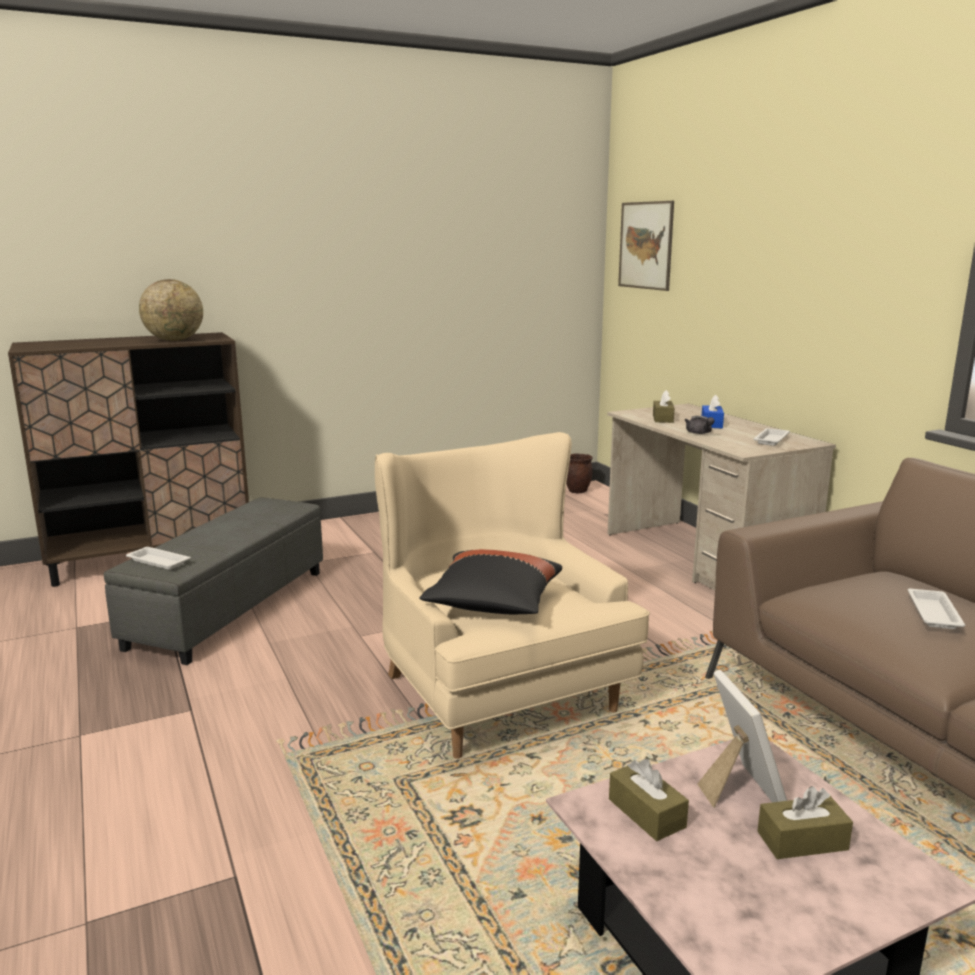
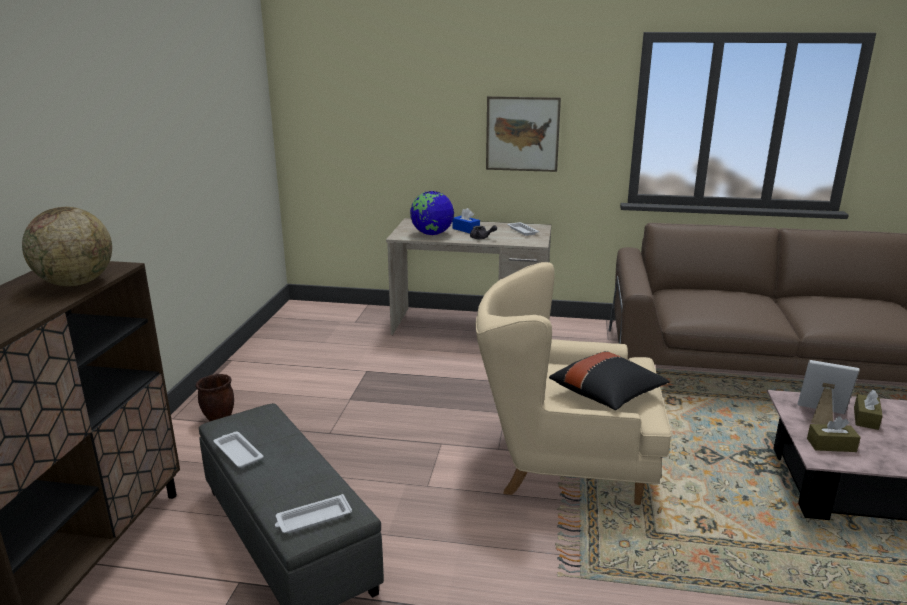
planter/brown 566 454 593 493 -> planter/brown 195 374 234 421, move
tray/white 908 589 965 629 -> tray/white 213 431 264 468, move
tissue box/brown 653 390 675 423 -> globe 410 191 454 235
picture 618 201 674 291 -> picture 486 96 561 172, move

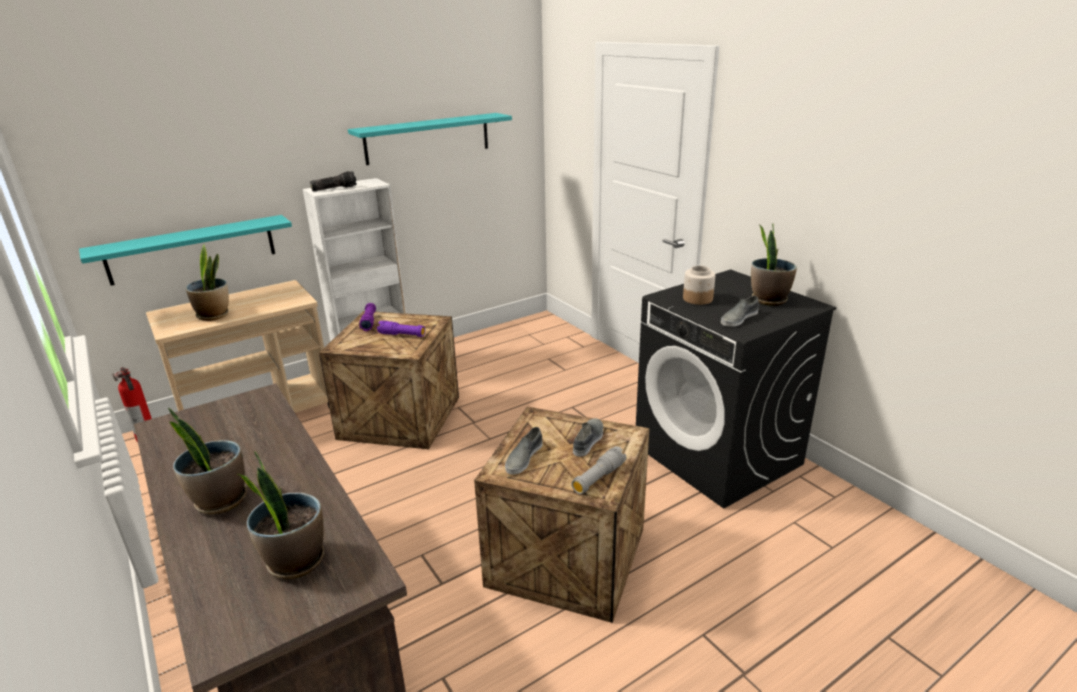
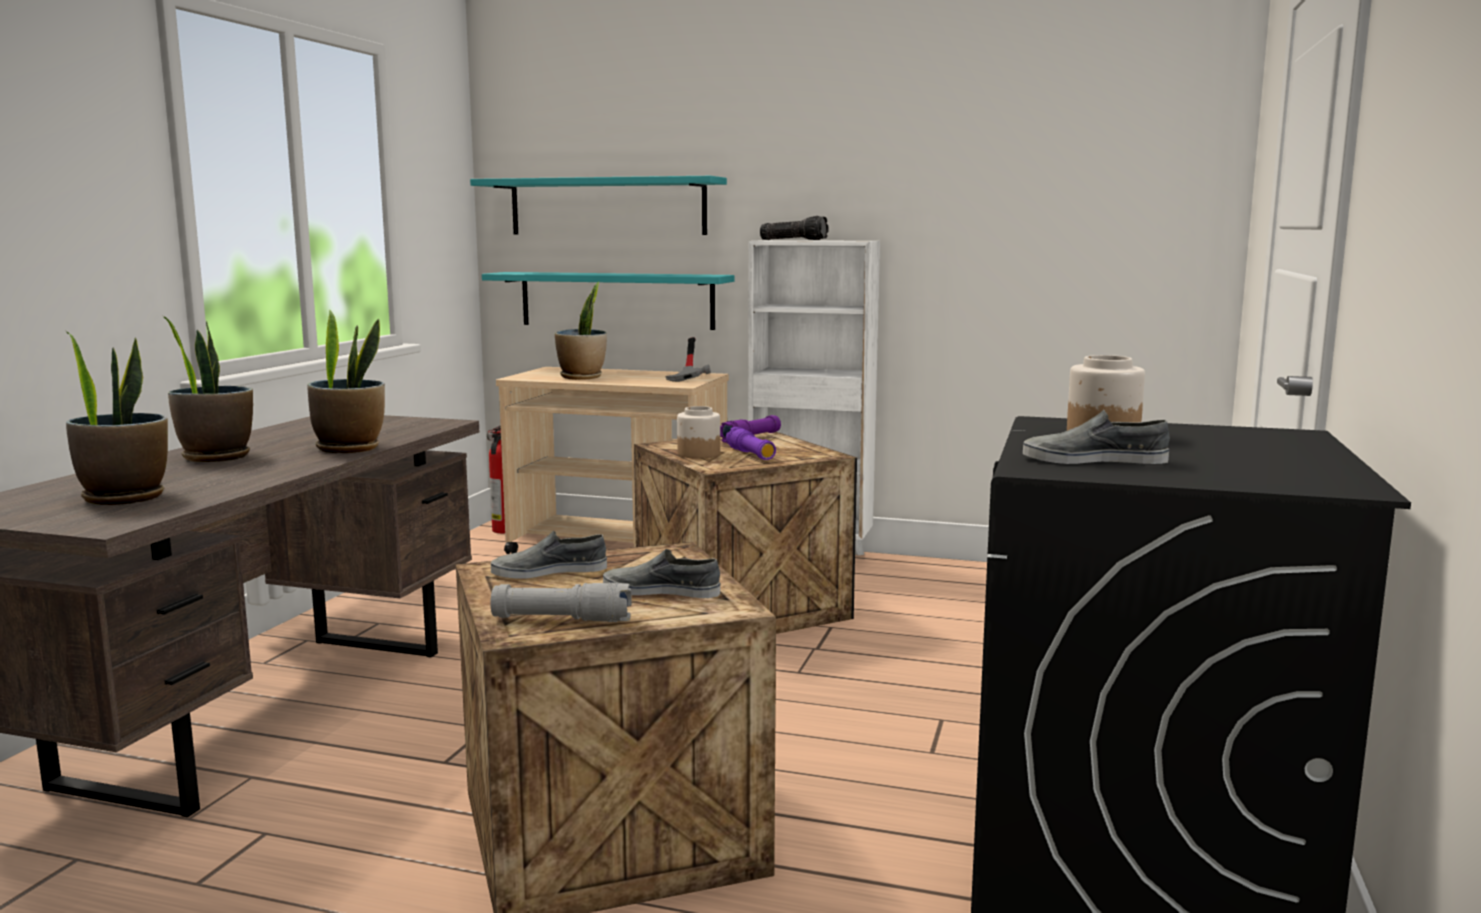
potted plant 751 223 797 306 -> potted plant 307 310 385 453, move
shelf/turquoise 348 113 512 165 -> shelf/turquoise 470 176 727 235, move
shoe/grey 573 418 603 457 -> shoe/grey 603 549 721 598, 150 degrees counterclockwise
none -> hammer 665 337 711 382
none -> jar 677 406 720 459

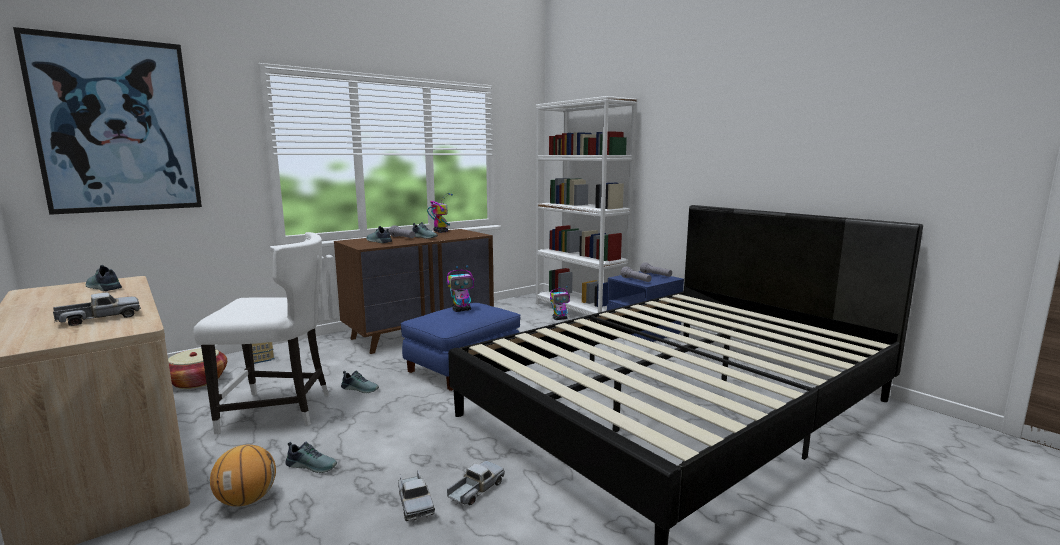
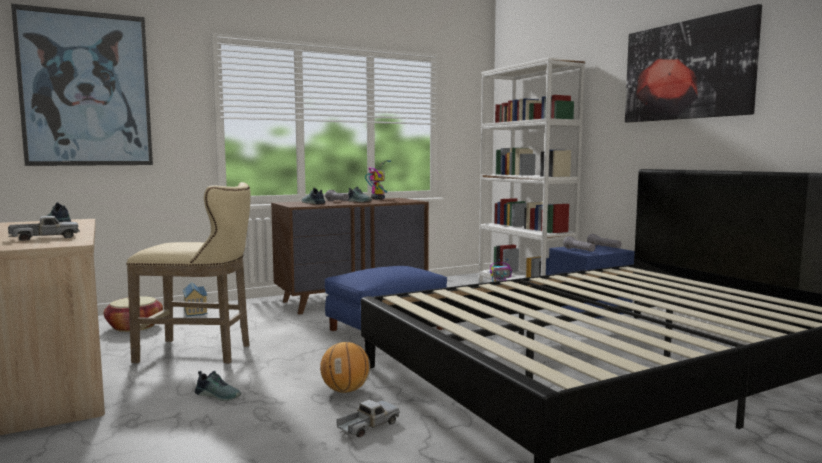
chair/white 194 232 329 434 -> stool/beige 126 182 251 364
basketball 210 445 276 507 -> basketball 320 342 370 393, move
none -> picture 625 4 762 123
shoe 341 370 379 393 -> none
toy truck 398 470 435 521 -> none
toy robot 447 266 474 312 -> none

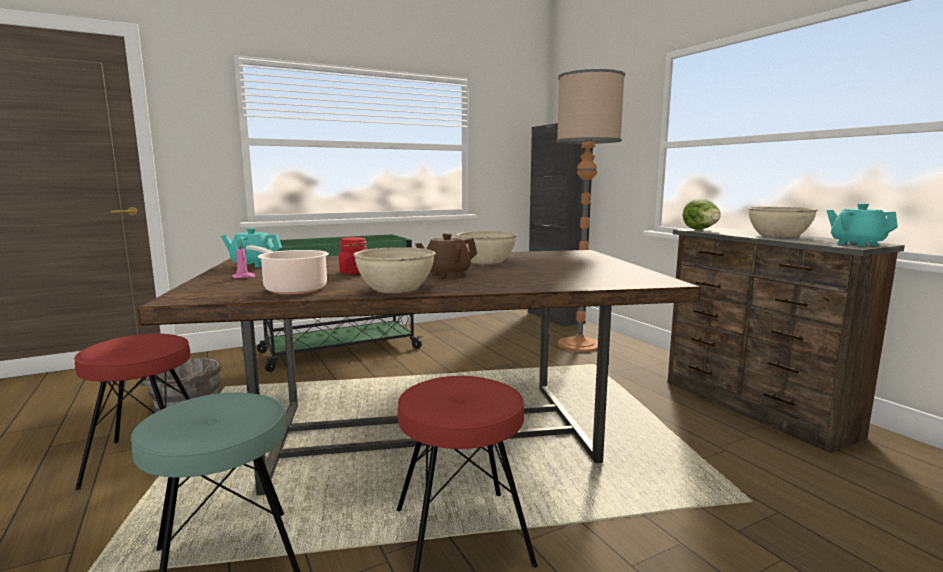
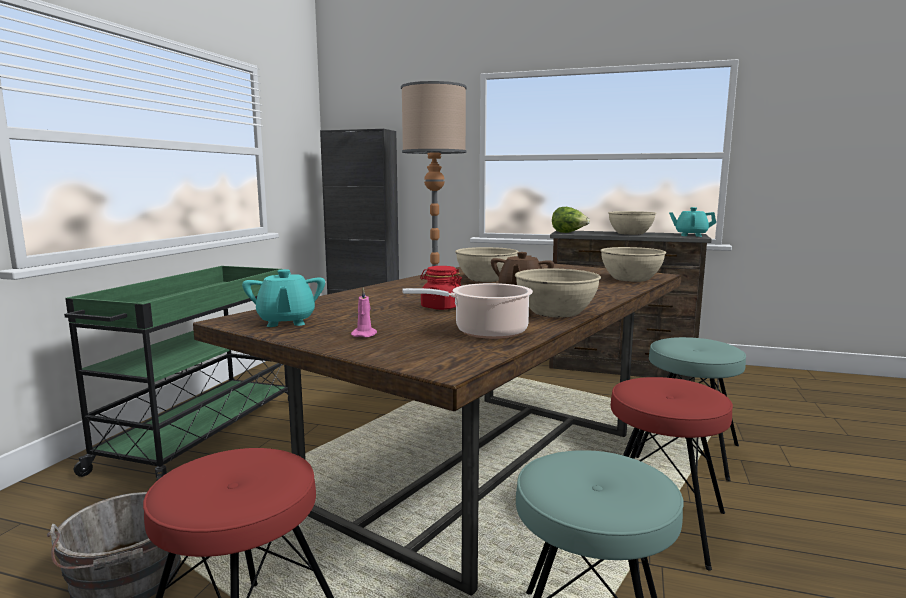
teapot/turquoise 221 228 282 267 -> teapot/turquoise 242 269 325 327, 60 degrees counterclockwise
none -> bowl/beige 600 247 666 282
none -> stool/turquoise 635 337 746 481

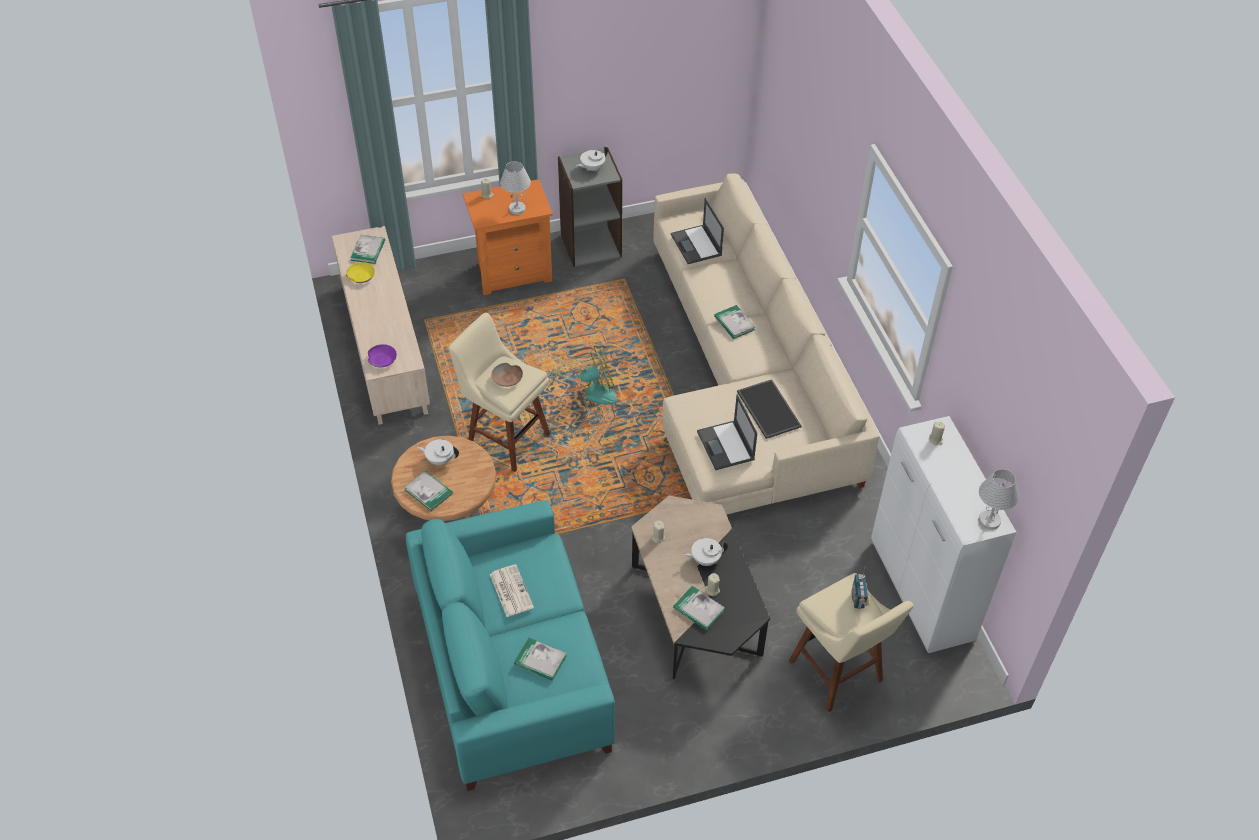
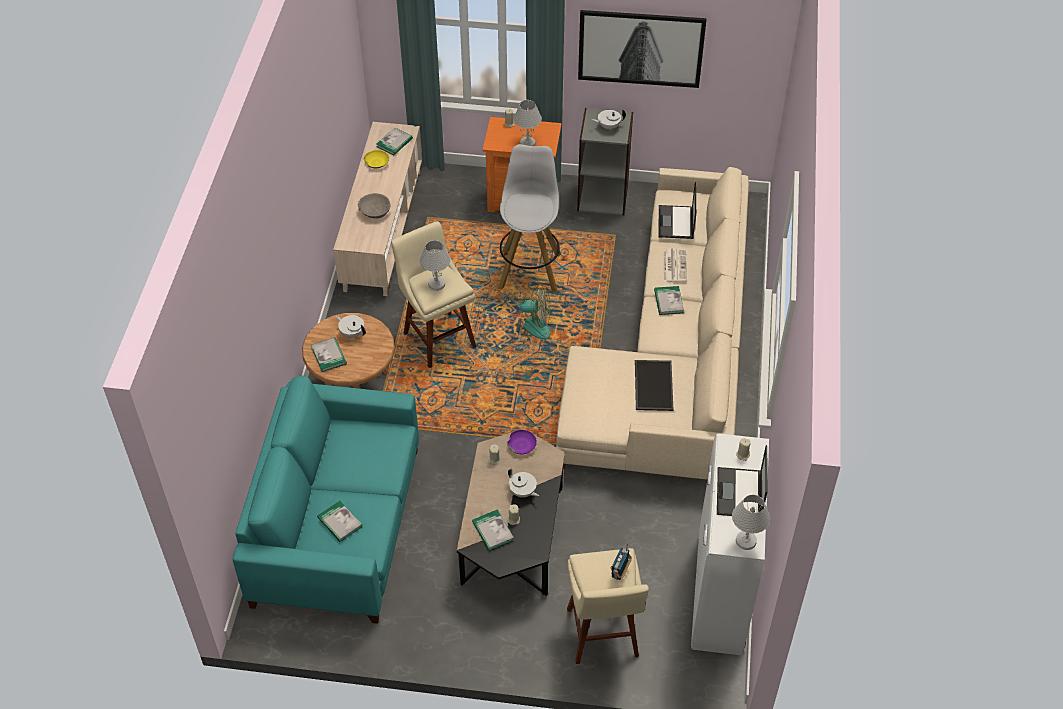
none -> bowl/grey 358 193 391 219
bowl/brown 491 363 523 387 -> table lamp/white 420 240 450 291
none -> stool/white 498 144 561 293
bowl/purple 368 344 397 368 -> bowl/purple 507 430 537 454, move
teapot/white 683 538 728 566 -> teapot/white 508 469 539 498, 150 degrees counterclockwise
none -> picture 578 10 707 88
newspaper 490 564 534 617 -> newspaper 664 248 687 282, move
laptop 697 395 757 470 -> laptop 717 445 767 516, move

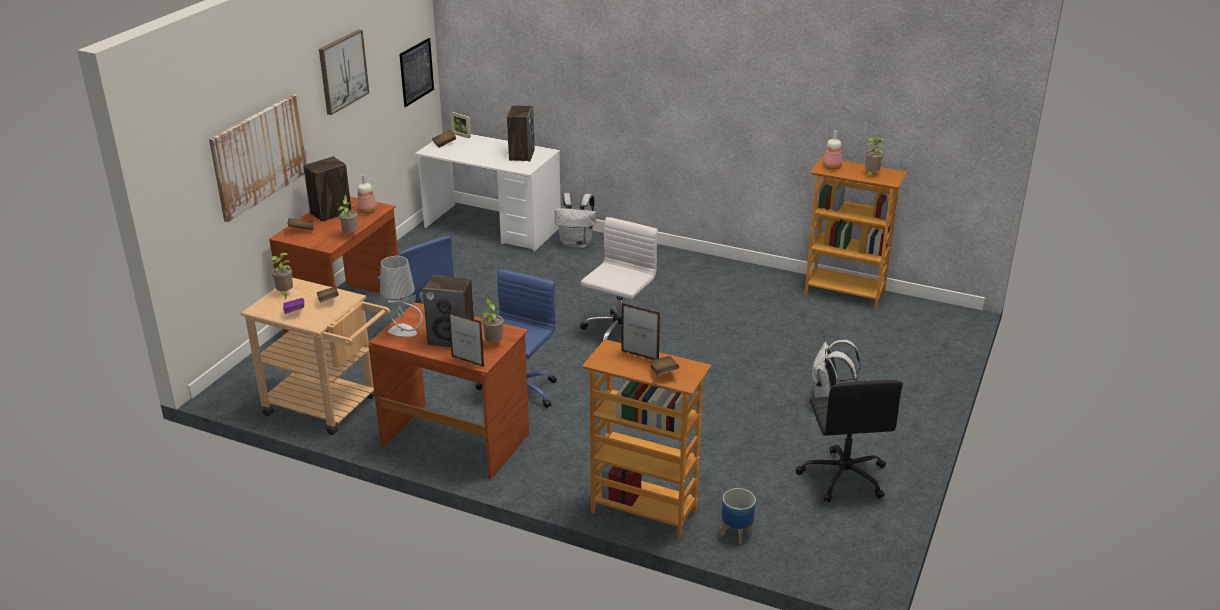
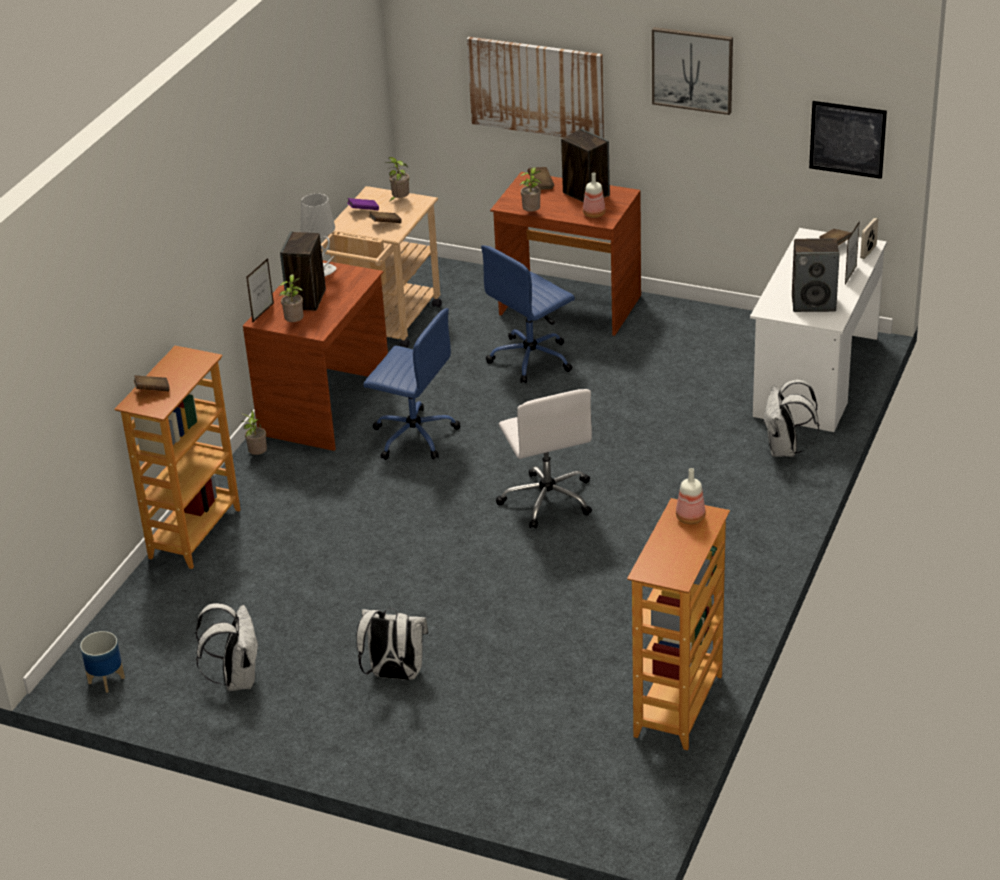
planter 721 488 756 544 -> planter 80 631 125 693, move
office chair/black 796 380 903 503 -> backpack/white 195 603 259 691
potted plant 865 137 885 178 -> potted plant 241 410 267 455, move
office chair/white 580 217 658 340 -> office chair/white 496 389 592 528, 45 degrees clockwise
picture frame 621 303 660 360 -> picture frame 845 221 860 284, move

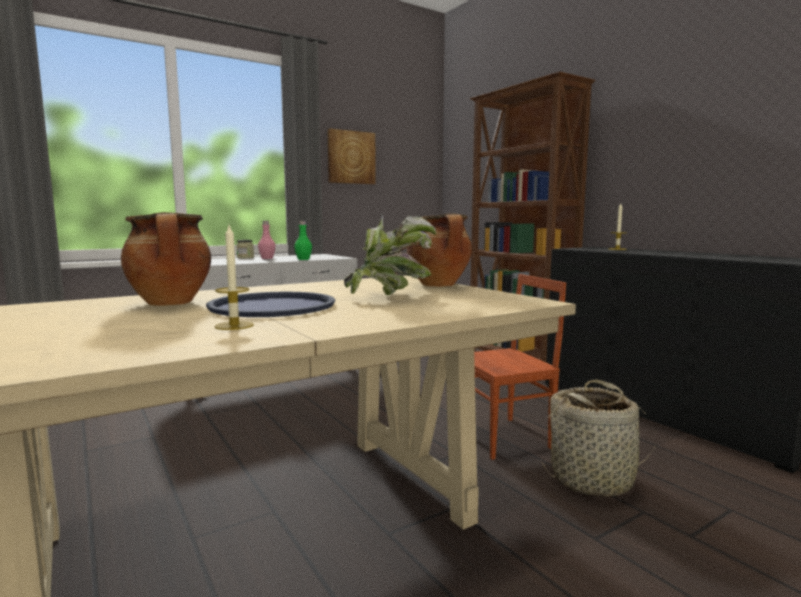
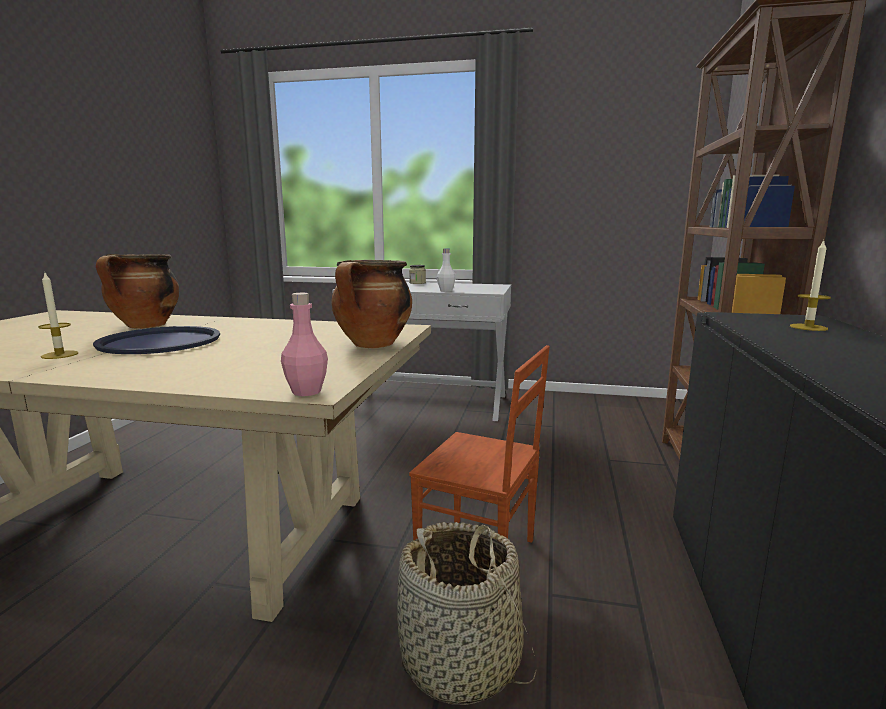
bottle/pink 258 221 276 259 -> bottle/pink 281 293 328 396, move
bottle/green 294 221 312 260 -> bottle/white 437 249 456 292
picture 327 128 376 184 -> none
potted plant 344 215 436 295 -> none

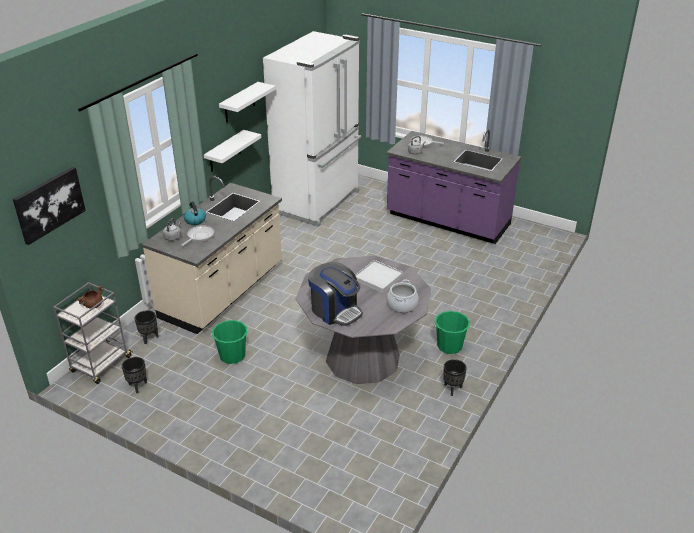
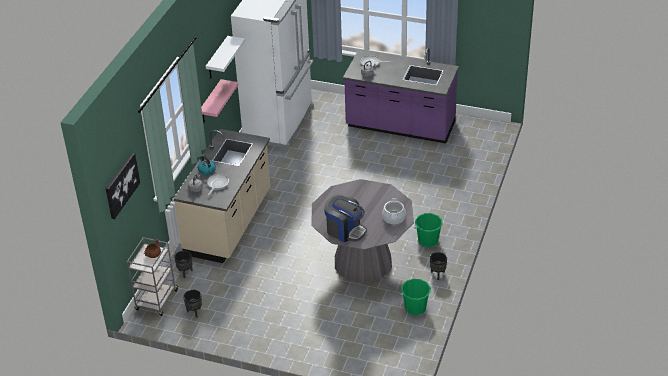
shelf/white 204 130 261 172 -> shelf/pink 201 79 238 122
bucket/green 211 320 248 364 -> bucket/green 400 279 431 315, move
tray/white 355 260 403 293 -> none

